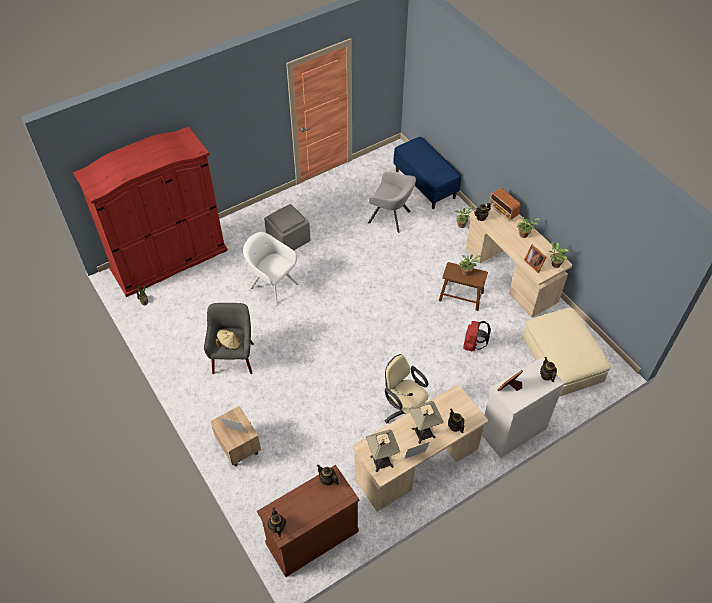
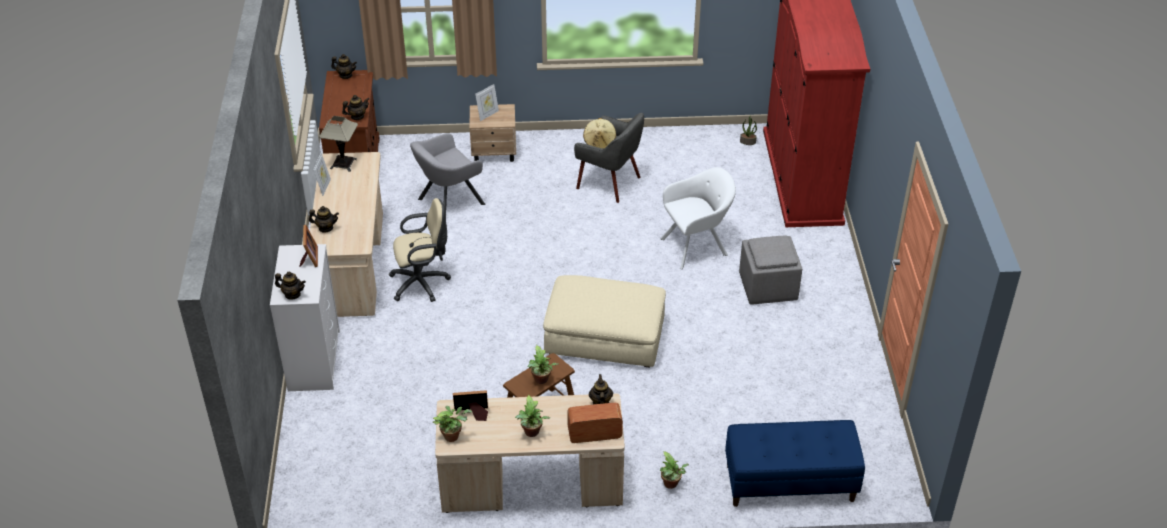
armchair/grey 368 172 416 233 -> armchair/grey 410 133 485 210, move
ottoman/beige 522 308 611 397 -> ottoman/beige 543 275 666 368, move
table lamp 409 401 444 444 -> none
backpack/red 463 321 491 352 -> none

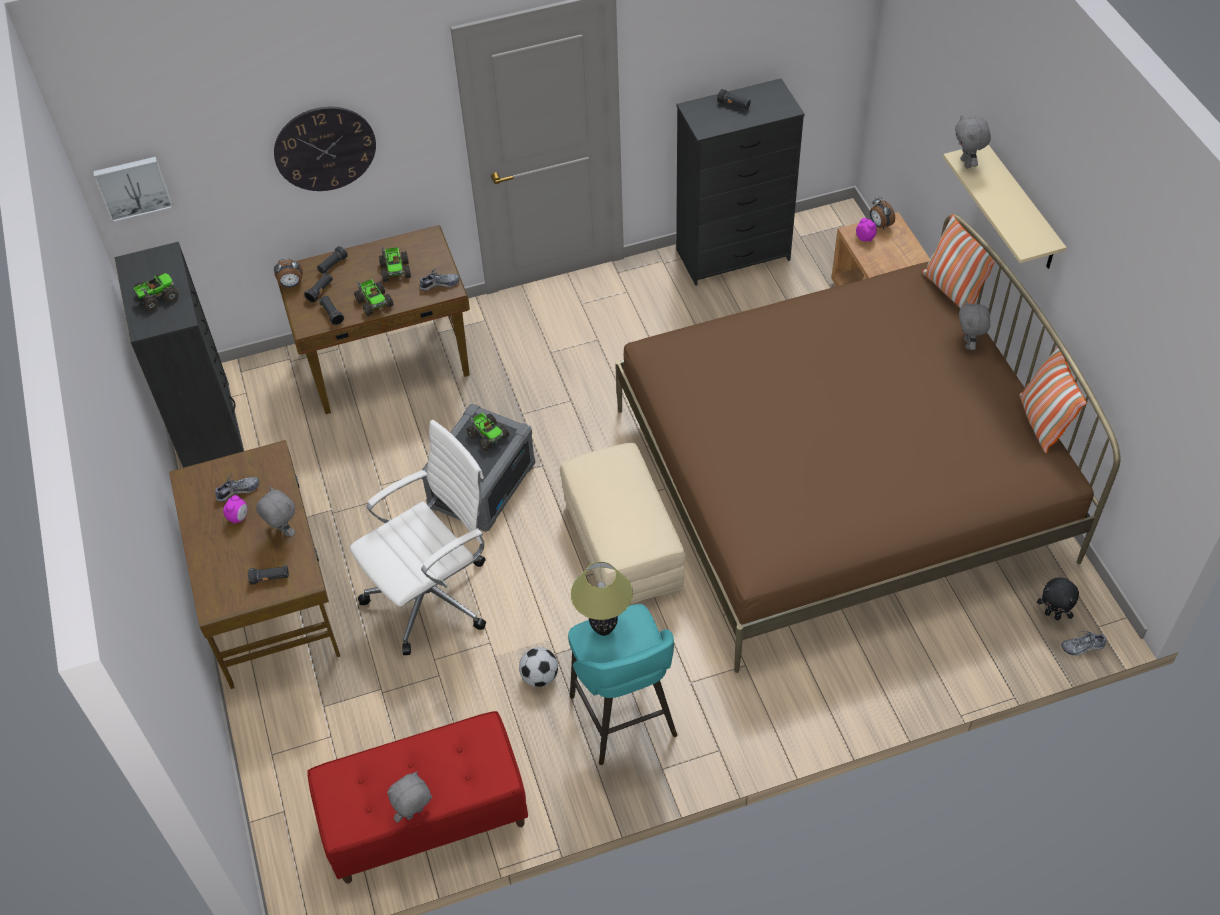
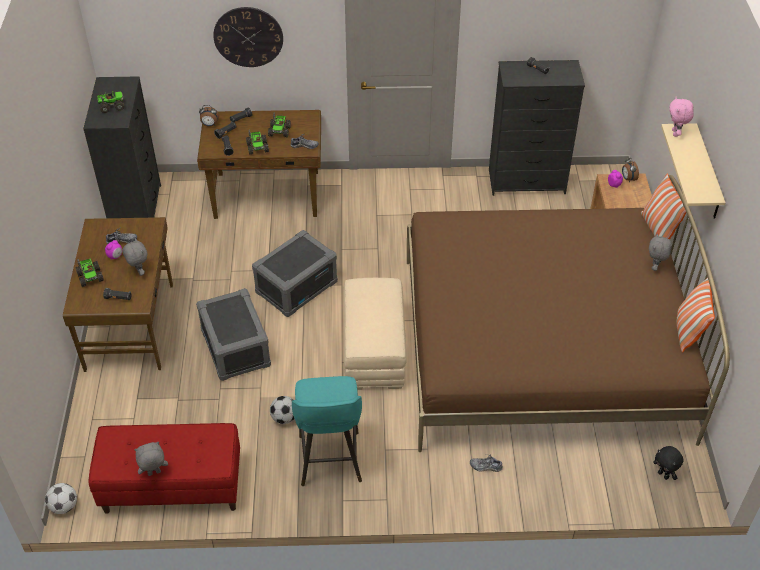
none -> football 45 483 77 514
toy truck 466 413 509 451 -> toy truck 76 258 104 287, move
office chair/white 350 420 486 655 -> storage box/grey 196 288 271 381
shoe 1061 631 1106 656 -> shoe 470 455 503 472, move
plush toy/grey 955 115 991 168 -> plush toy/pink 669 97 693 137
picture 93 157 173 223 -> none
table lamp 571 562 633 636 -> none

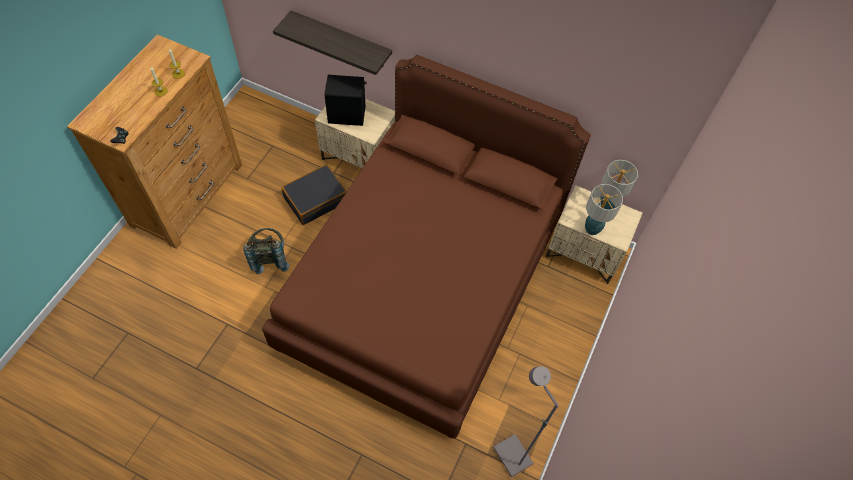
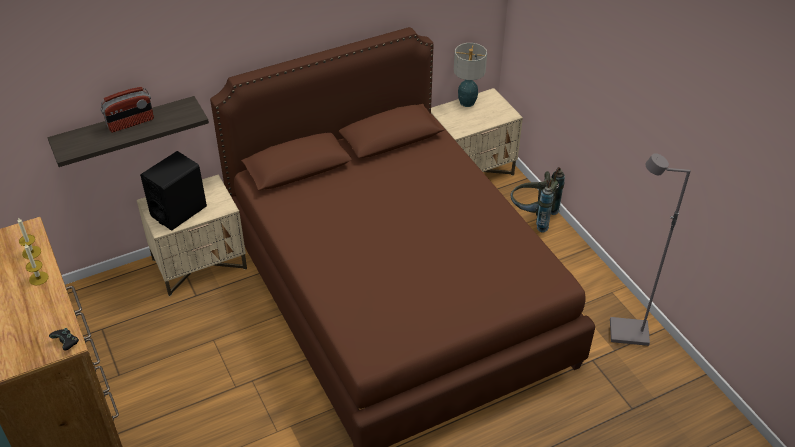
none -> radio 101 87 154 133
backpack/grey 243 228 289 274 -> backpack/grey 511 167 565 233, move
suitcase/black 281 165 347 225 -> none
table lamp 585 184 623 235 -> none

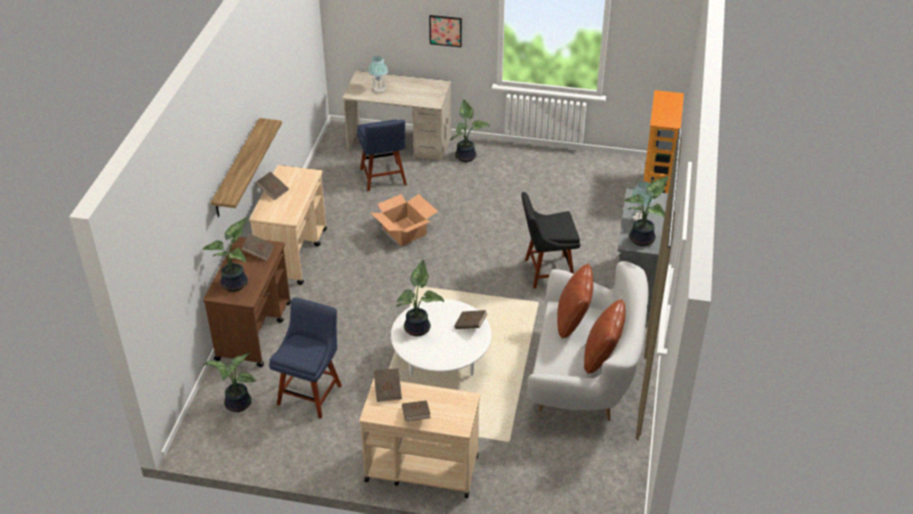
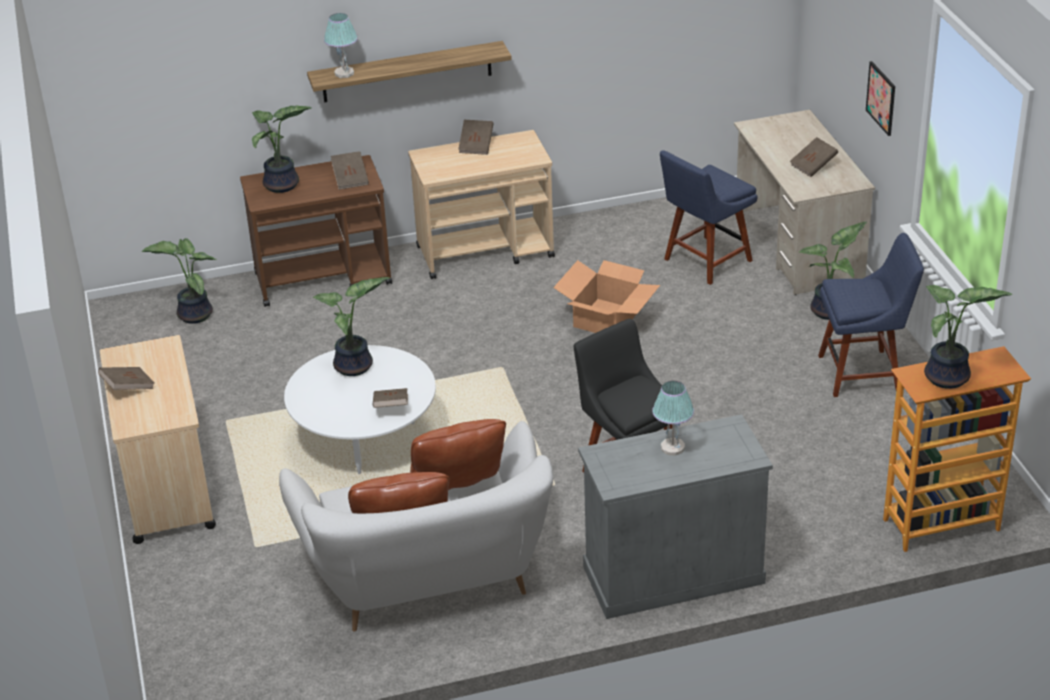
table lamp 368 56 388 94 -> table lamp 324 13 358 78, move
book/brown 374 368 402 402 -> book/brown 790 137 838 177, move
chair/blue 269 297 342 419 -> chair/blue 818 233 924 397, move
potted plant 623 176 669 246 -> potted plant 924 285 1012 389, move

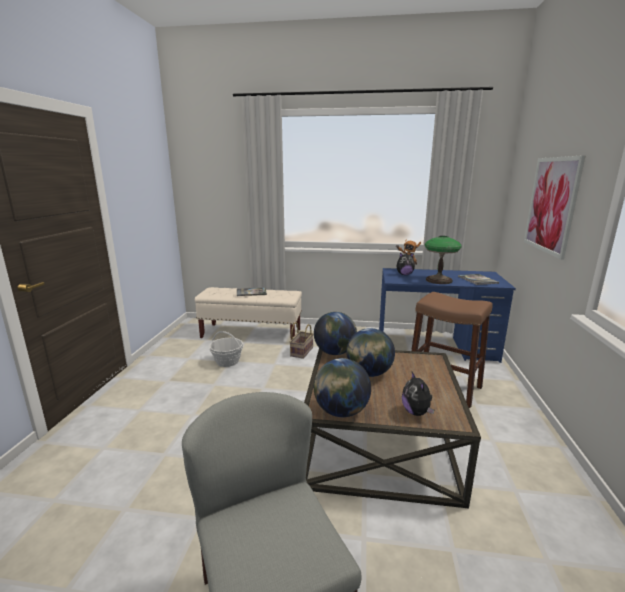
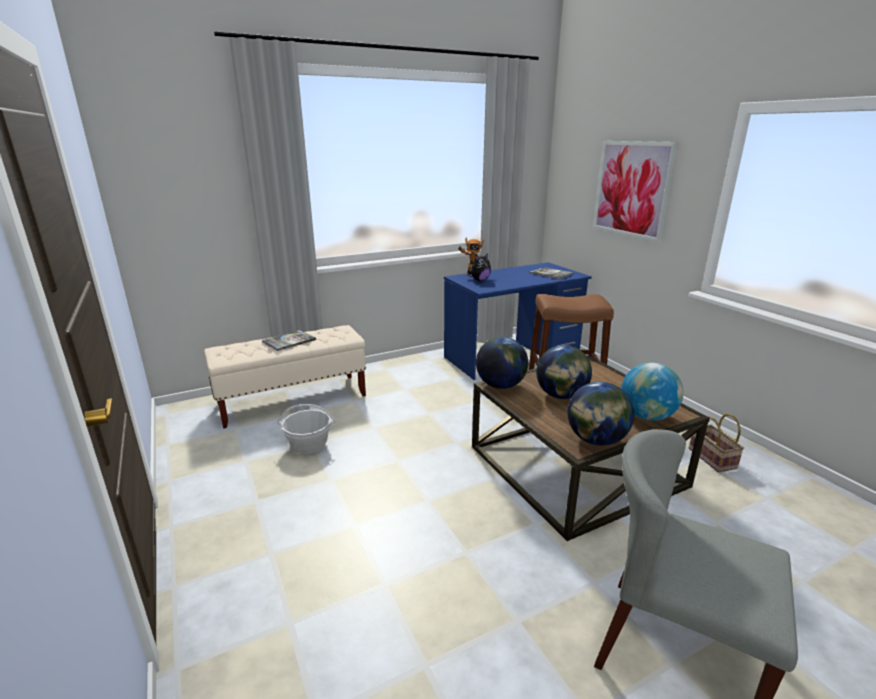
plush toy 402 372 434 416 -> globe 621 363 684 421
basket 290 322 313 359 -> basket 689 414 744 473, move
table lamp 425 236 462 284 -> none

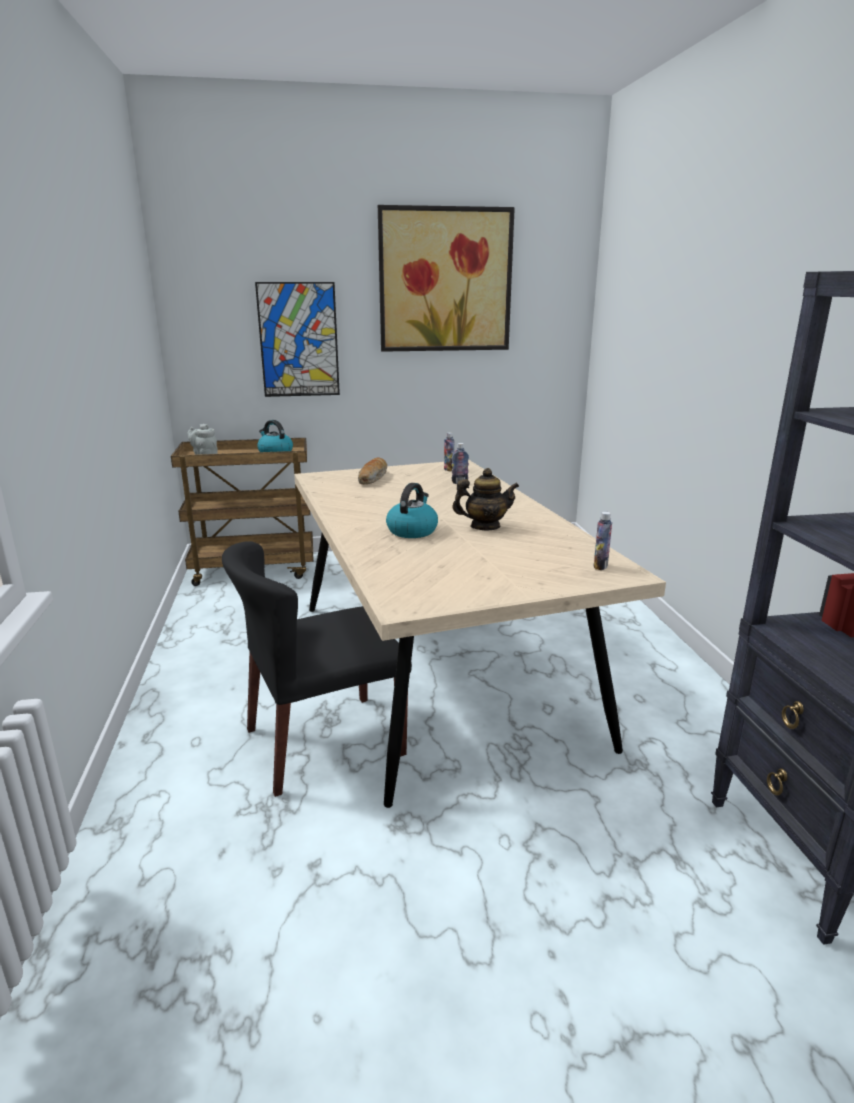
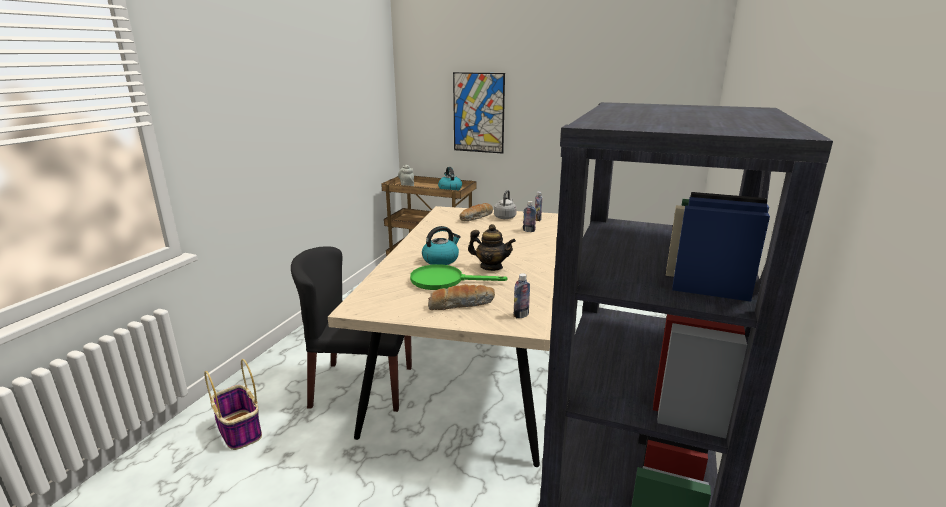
none -> basket 204 359 262 450
none -> frying pan/green 410 264 508 290
none -> bread 428 284 495 310
none -> kettle/grey 494 190 517 219
picture 378 205 515 352 -> none

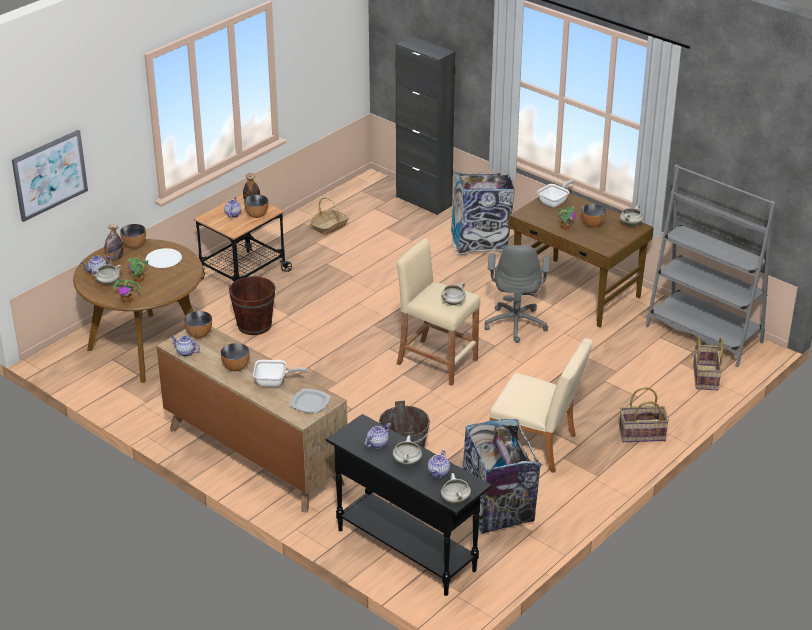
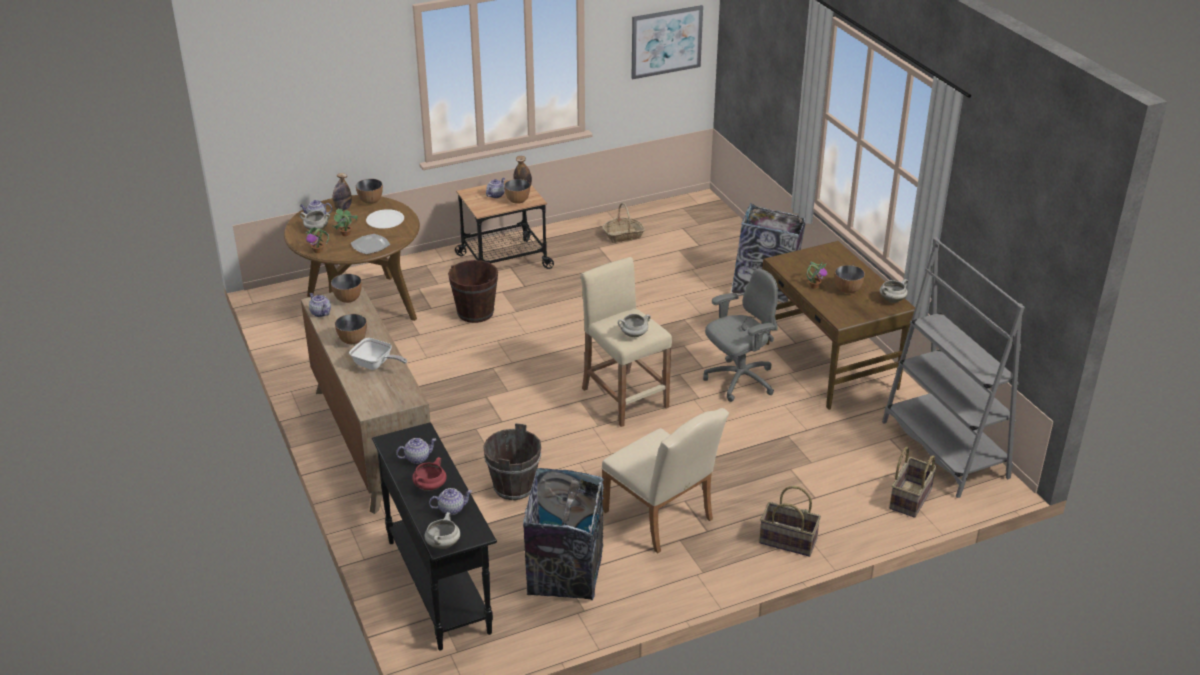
plate 290 389 330 413 -> plate 351 234 390 254, move
cooking pot/white 393 435 422 465 -> cooking pot/red 412 457 447 491
teapot 427 450 450 478 -> teapot 429 488 472 515, 150 degrees counterclockwise
picture 12 130 88 222 -> picture 632 5 703 79, move
office chair/grey 484 245 550 343 -> office chair/grey 703 269 778 402, 150 degrees counterclockwise
cabinet/black 396 36 455 215 -> none
frying pan 537 180 574 208 -> none

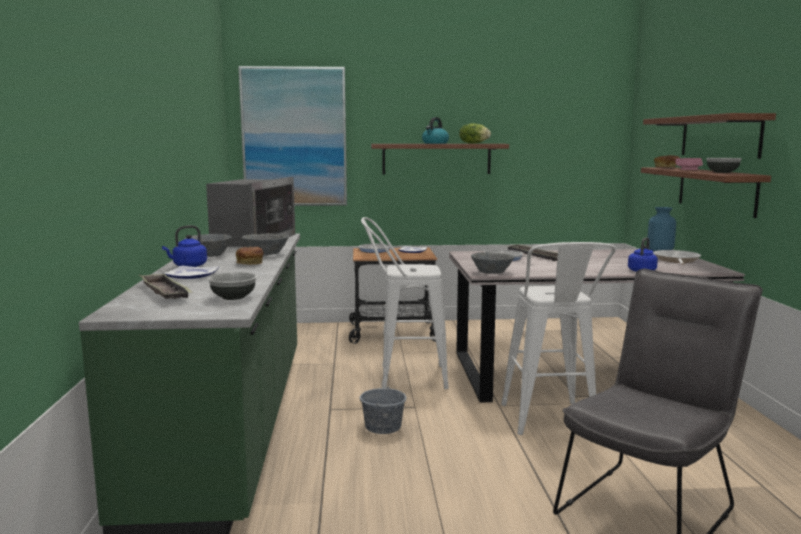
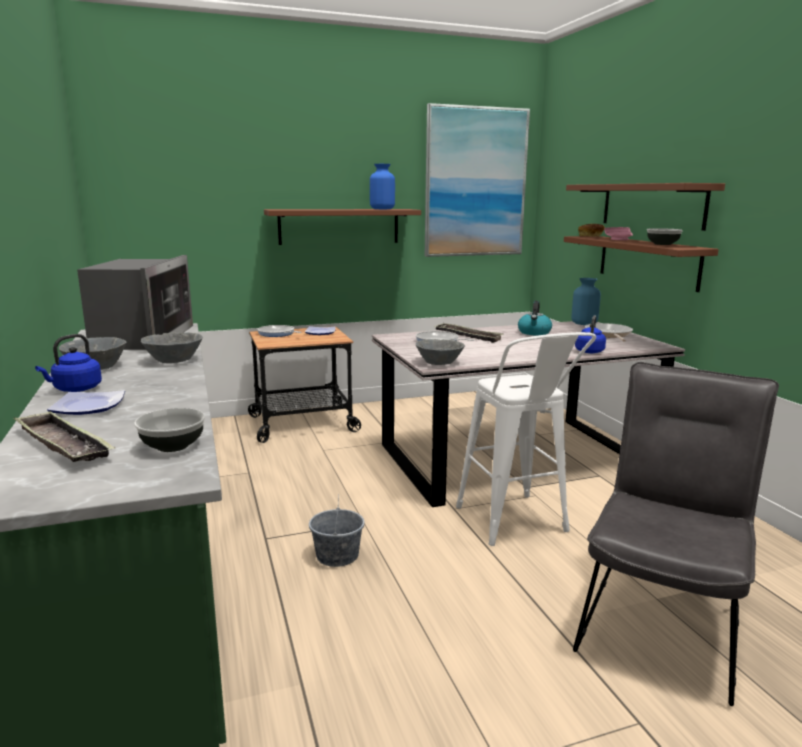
lettuce 459 123 491 144 -> vase/blue 370 164 395 209
picture 238 66 347 206 -> picture 425 103 530 257, move
kettle 422 117 449 144 -> kettle 518 301 552 336, move
bread 236 247 264 265 -> none
stool/white 361 217 449 389 -> none

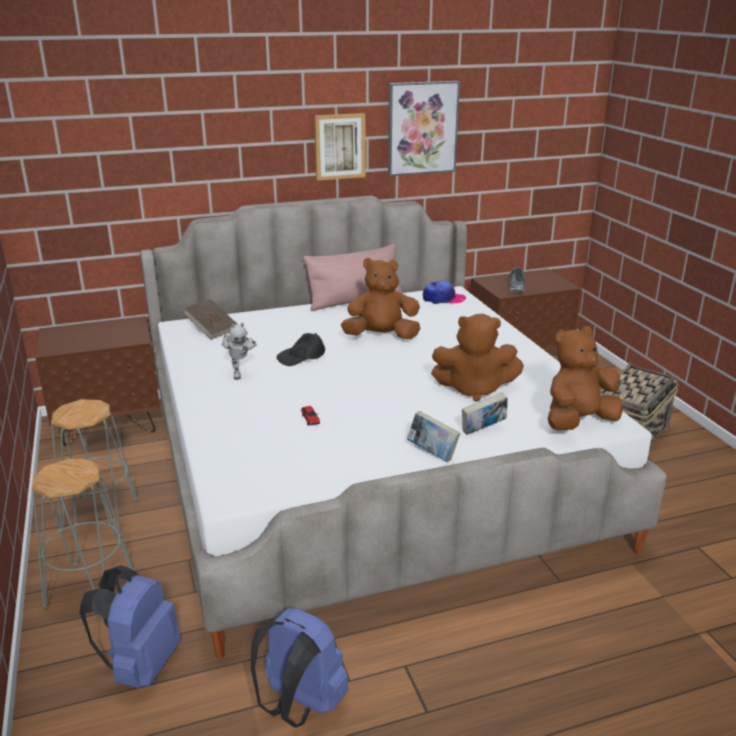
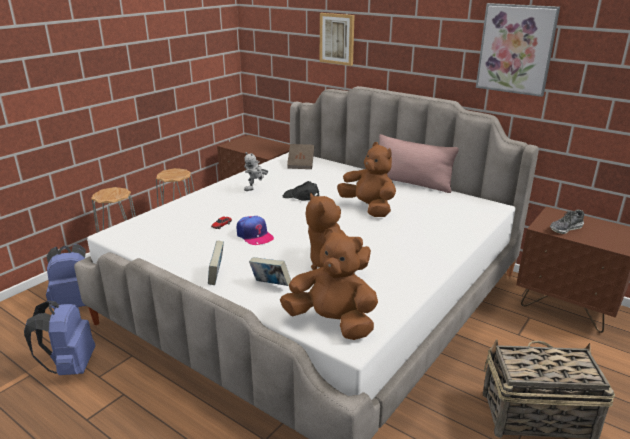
cap 423 280 466 304 -> cap 237 216 274 245, move
picture 314 113 365 181 -> picture 320 13 355 66, move

